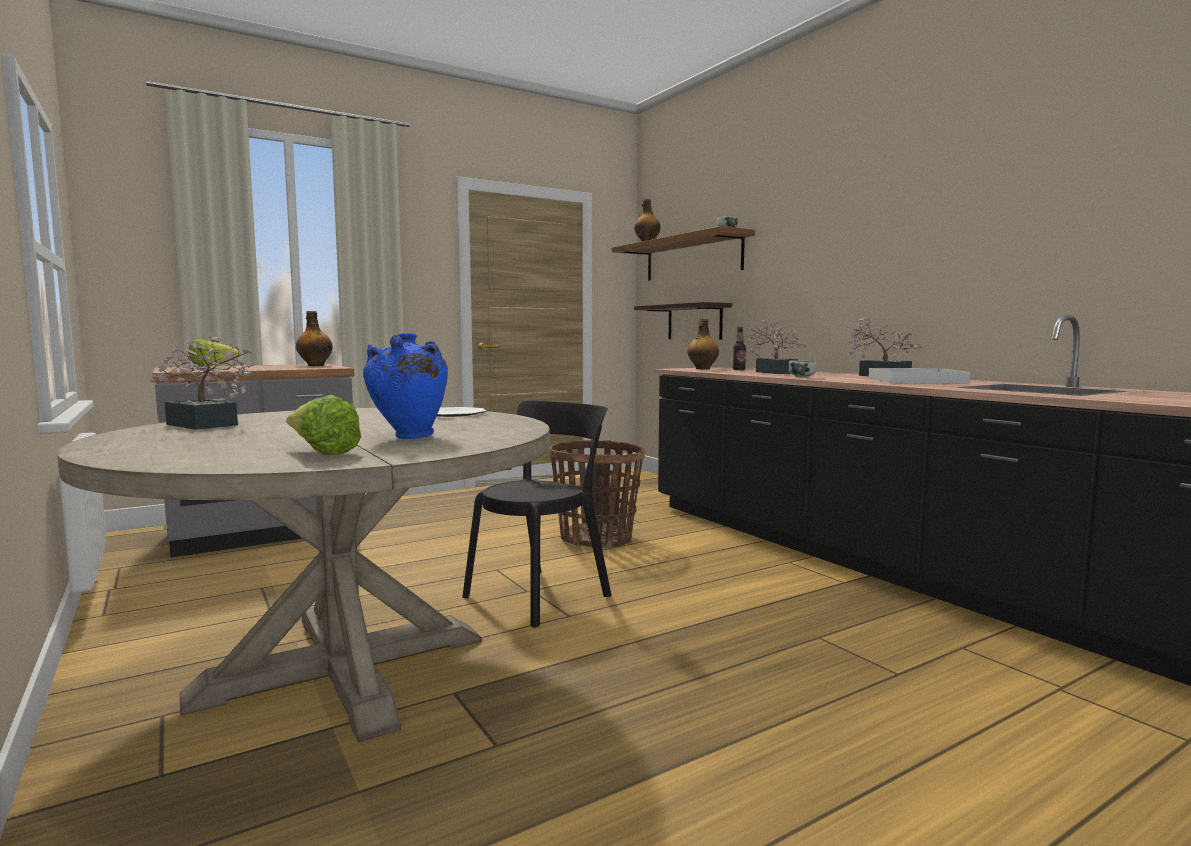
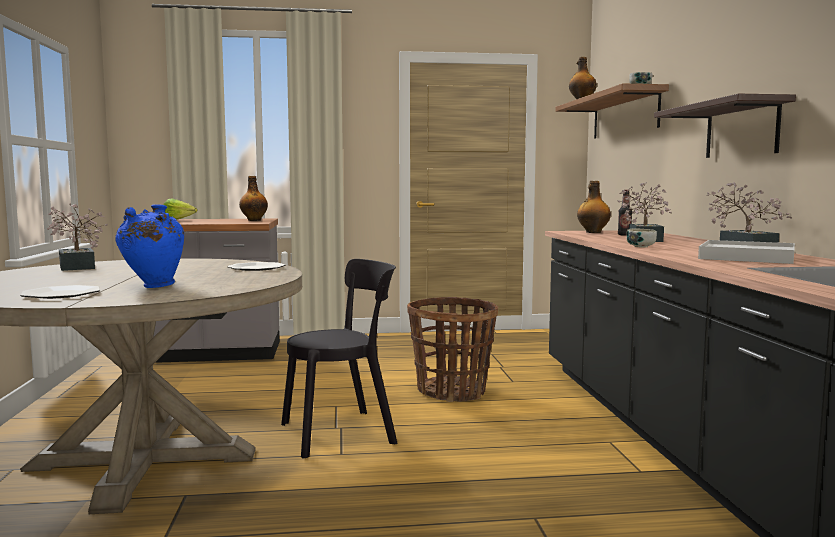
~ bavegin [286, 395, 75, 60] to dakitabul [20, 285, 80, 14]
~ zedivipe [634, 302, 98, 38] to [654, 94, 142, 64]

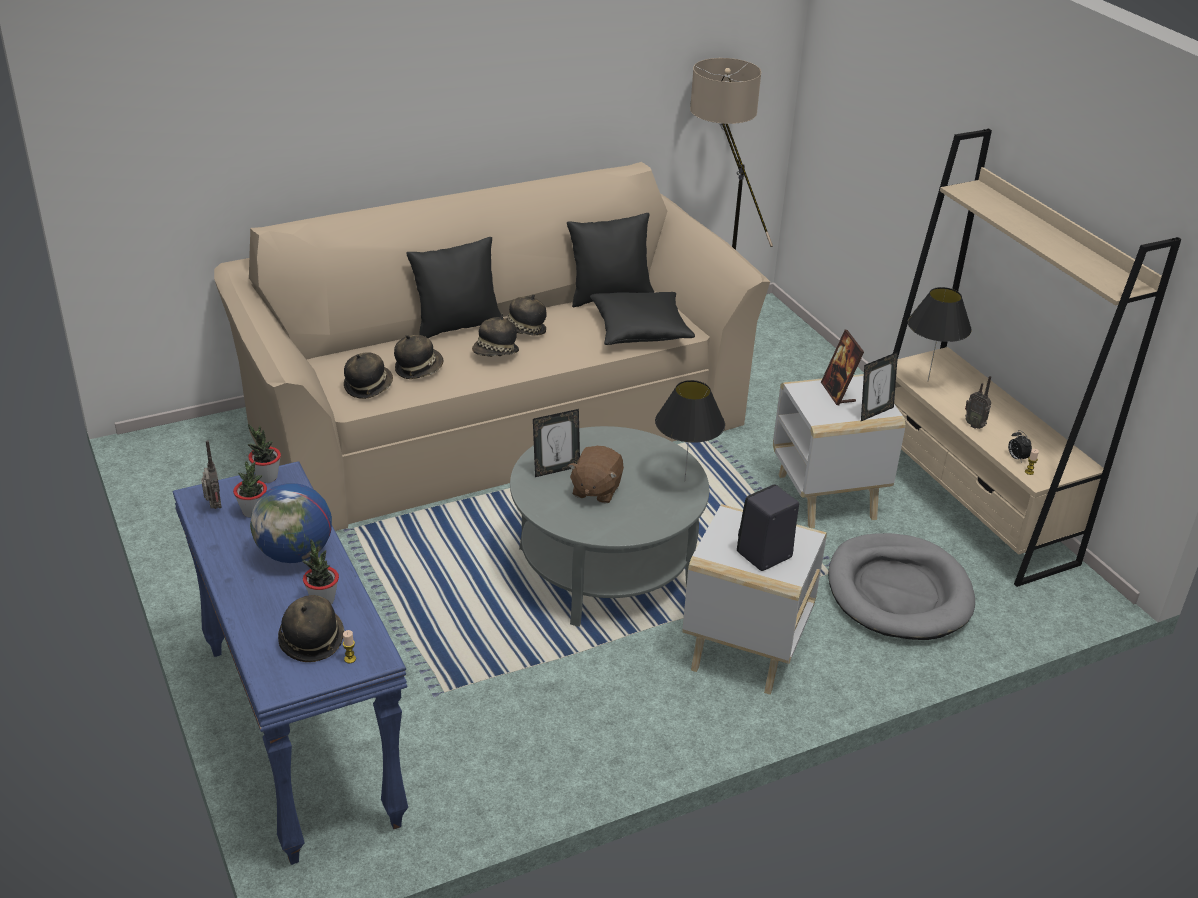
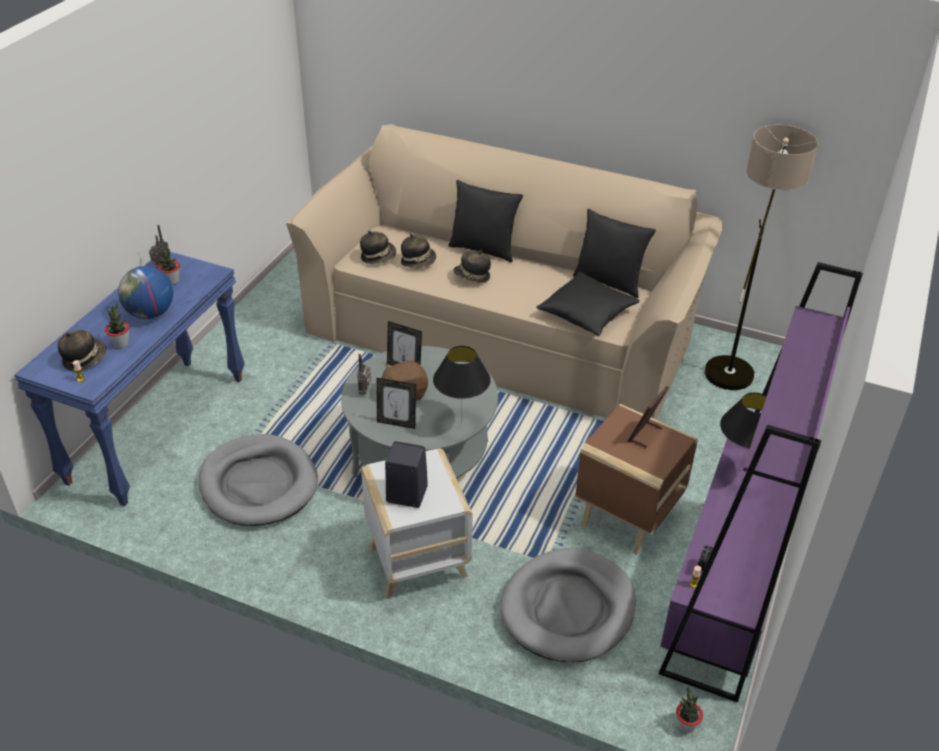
+ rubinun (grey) [199, 434, 119, 92]
~ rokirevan [965, 376, 27, 53] to [357, 354, 14, 41]
~ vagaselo [861, 352, 37, 69] to [376, 378, 40, 51]
~ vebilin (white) [773, 374, 133, 154] to vebilin (brown) [575, 404, 123, 151]
~ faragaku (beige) [893, 129, 288, 458] to faragaku (purple) [659, 262, 204, 440]
~ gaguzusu [248, 424, 33, 59] to [676, 686, 27, 47]
- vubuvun [506, 294, 41, 42]

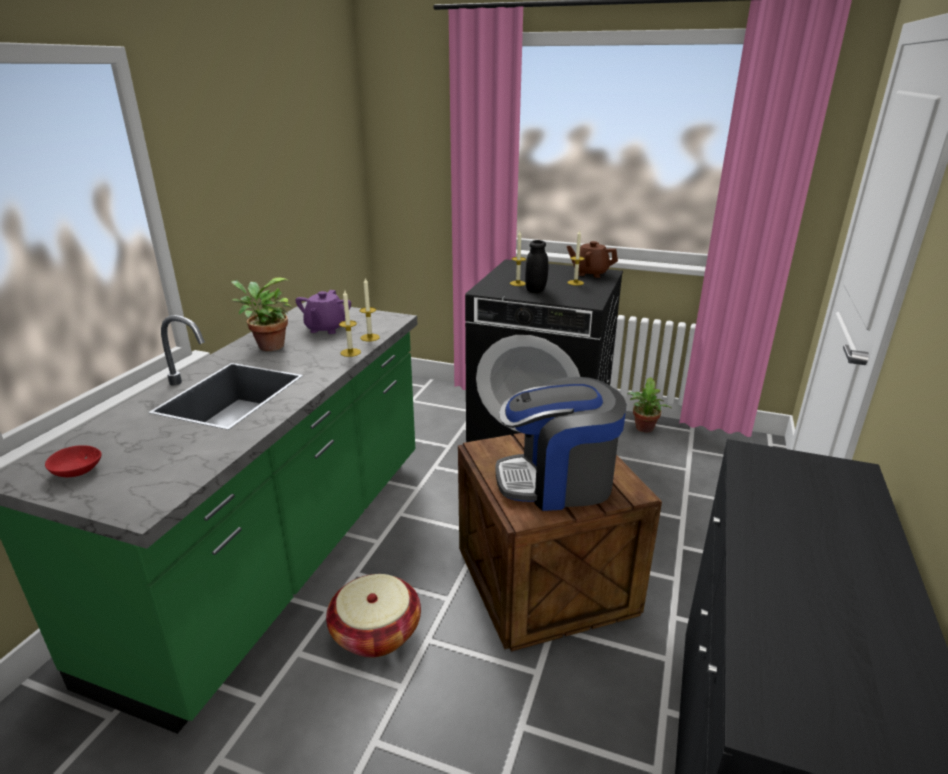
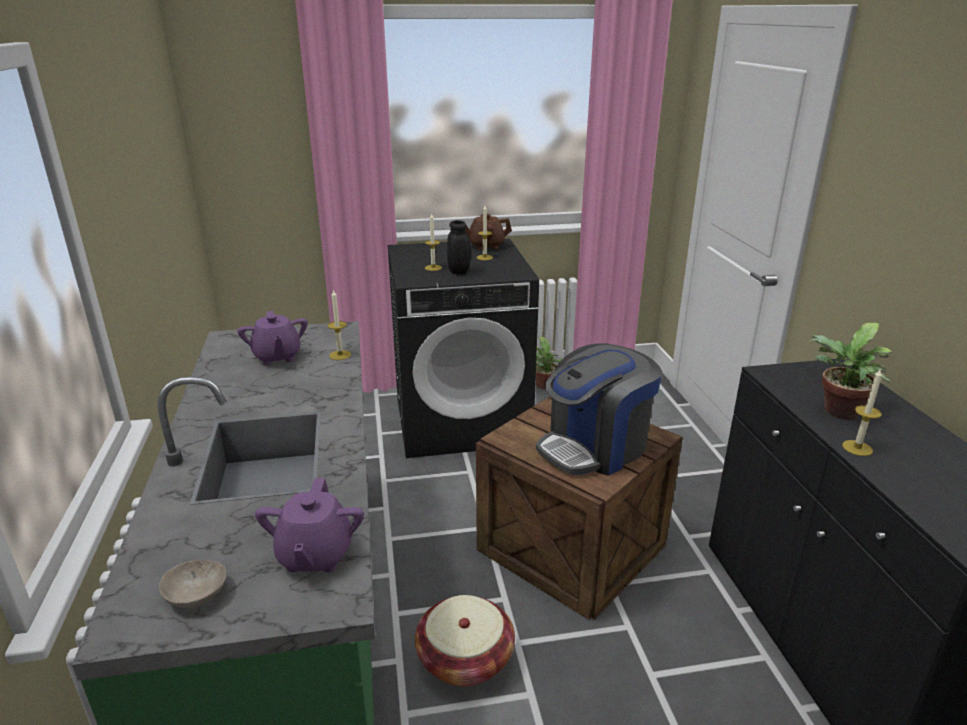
~ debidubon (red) [45, 445, 57, 32] to debidubon (beige) [159, 560, 67, 48]
+ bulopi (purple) [255, 478, 109, 94]
~ gaguzusu [231, 277, 61, 74] to [809, 323, 83, 97]
~ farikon [339, 289, 22, 68] to [842, 368, 40, 88]

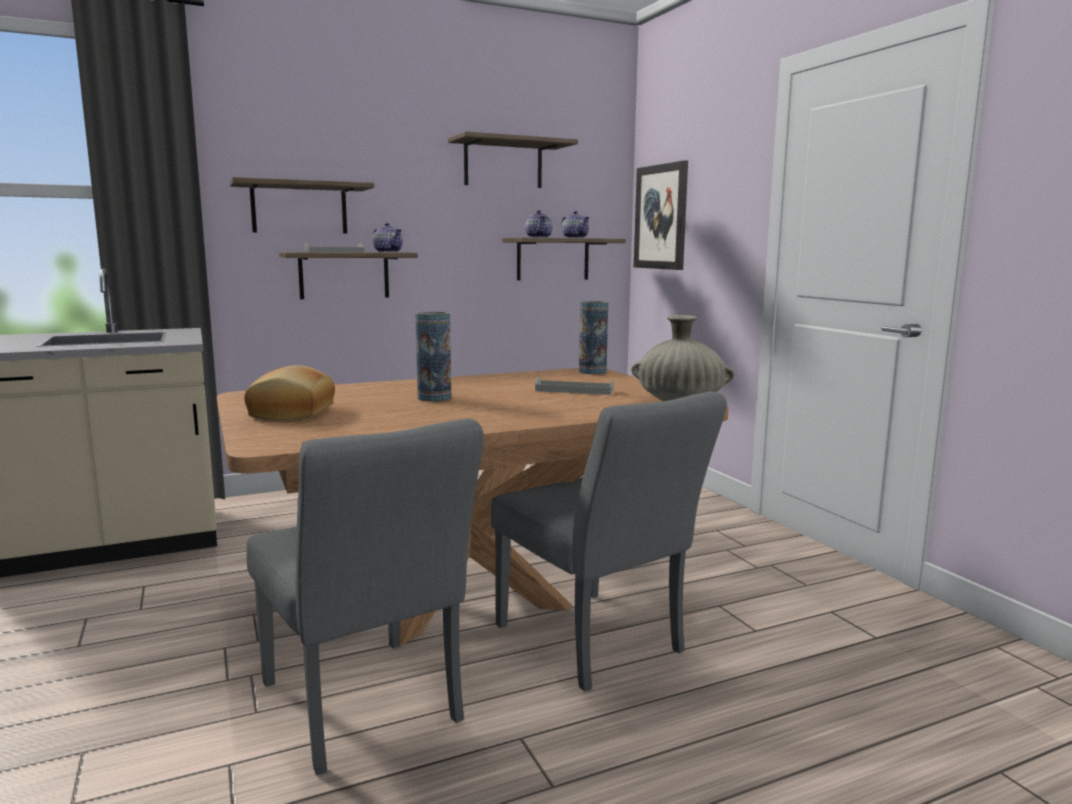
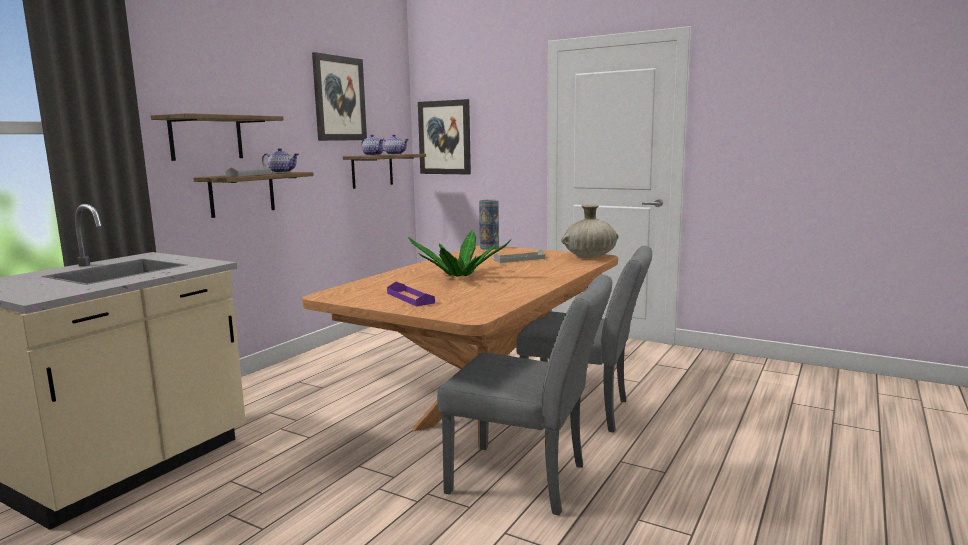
~ zedivipe [448, 131, 130, 57] to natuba [312, 52, 55, 89]
~ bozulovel [244, 365, 91, 56] to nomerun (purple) [387, 282, 48, 25]
~ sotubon [416, 312, 35, 89] to gaguzusu [408, 230, 104, 47]

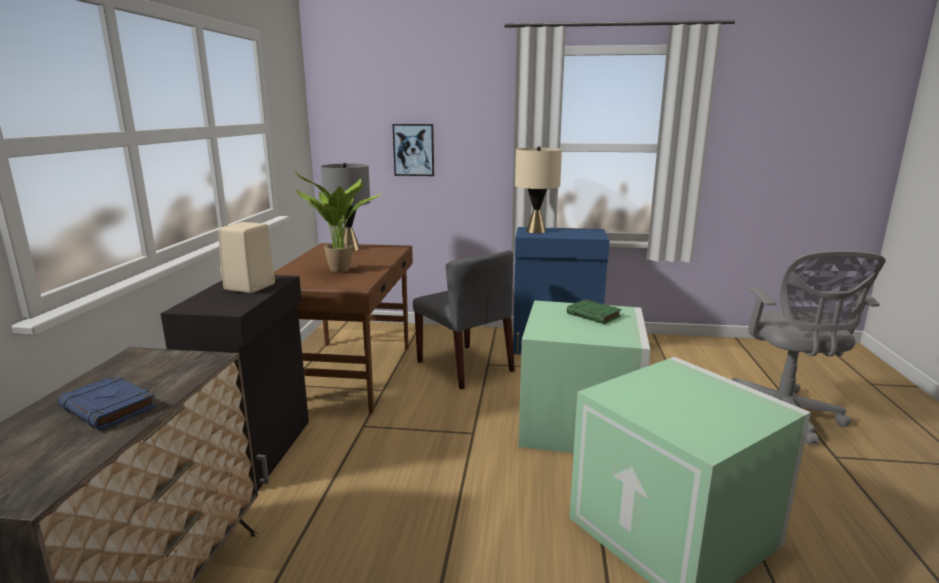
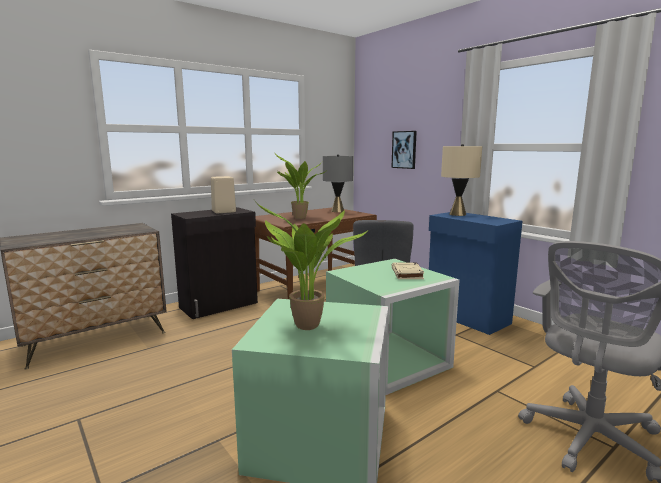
+ gaguzusu [255, 201, 113, 129]
~ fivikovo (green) [567, 300, 55, 24] to fivikovo (beige) [391, 263, 33, 16]
- fivikovo (blue) [58, 376, 98, 54]

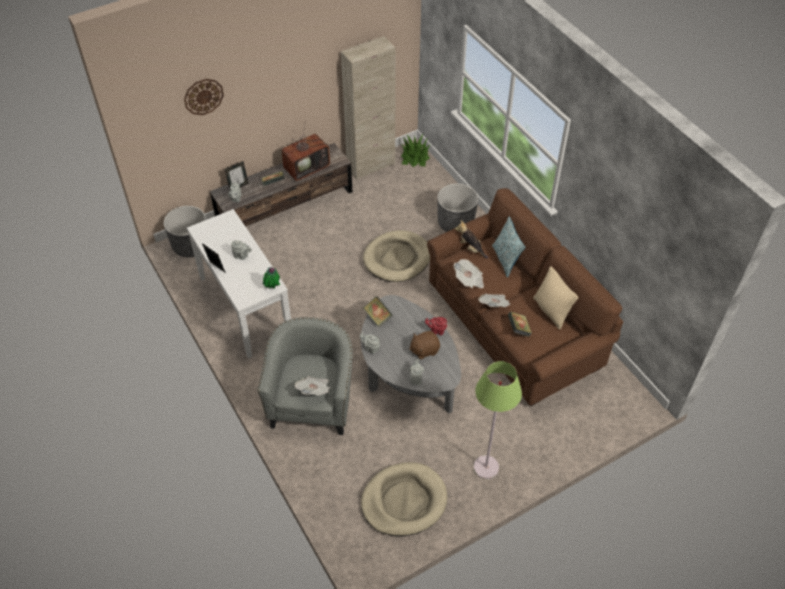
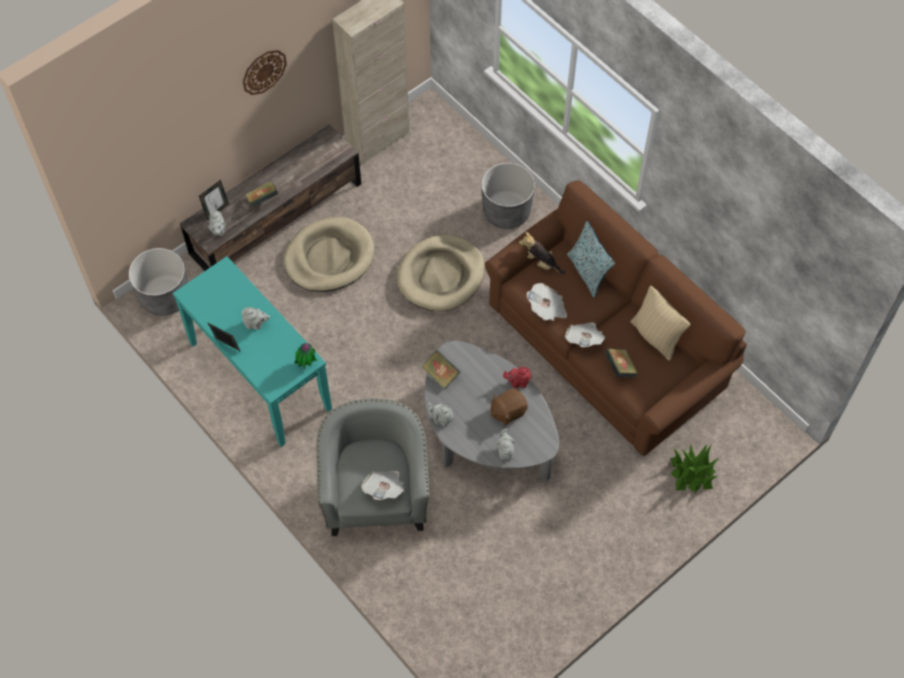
~ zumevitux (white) [187, 209, 104, 150] to zumevitux (turquoise) [173, 256, 159, 191]
~ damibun [184, 79, 40, 36] to [243, 50, 44, 45]
~ rubinun (beige) [361, 462, 86, 74] to [284, 217, 90, 75]
~ gaguzusu [401, 134, 29, 33] to [670, 443, 49, 50]
- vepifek [281, 120, 49, 61]
- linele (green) [473, 361, 49, 118]

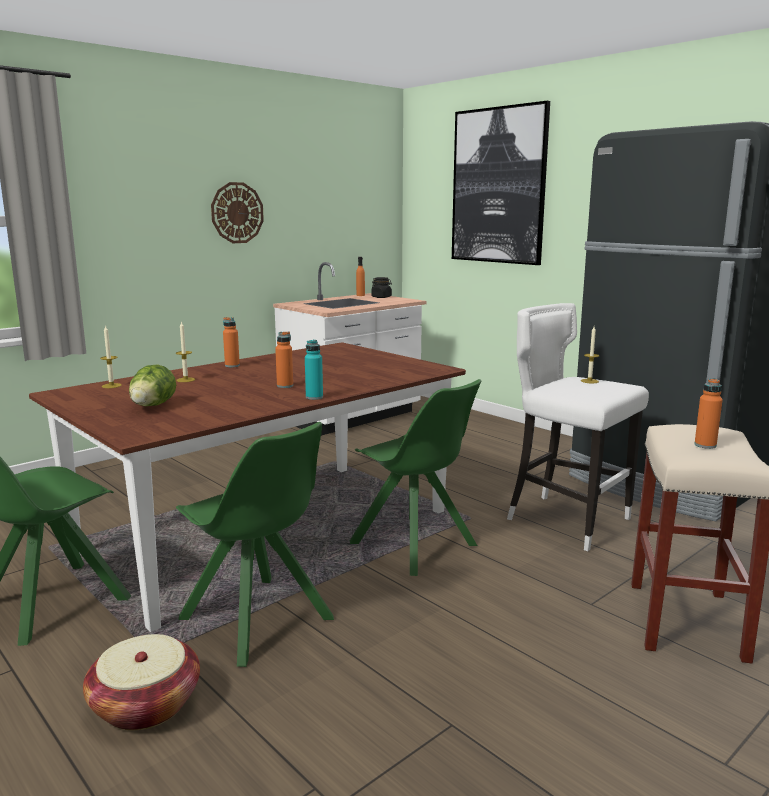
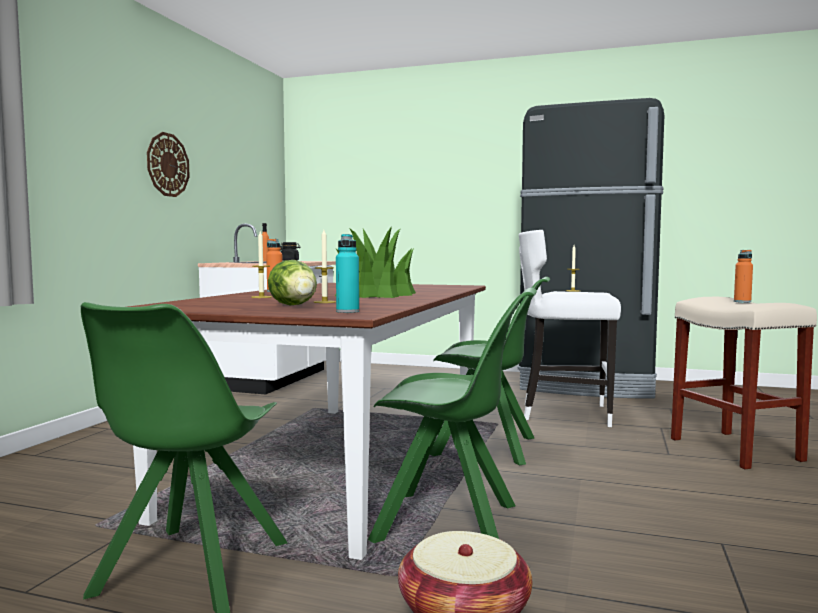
~ farikon [100, 325, 22, 63] to [314, 230, 22, 73]
~ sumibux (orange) [275, 332, 18, 56] to gaguzusu [335, 226, 81, 72]
~ sumibux (turquoise) [305, 340, 18, 60] to [336, 234, 23, 79]
- natuba [452, 101, 98, 164]

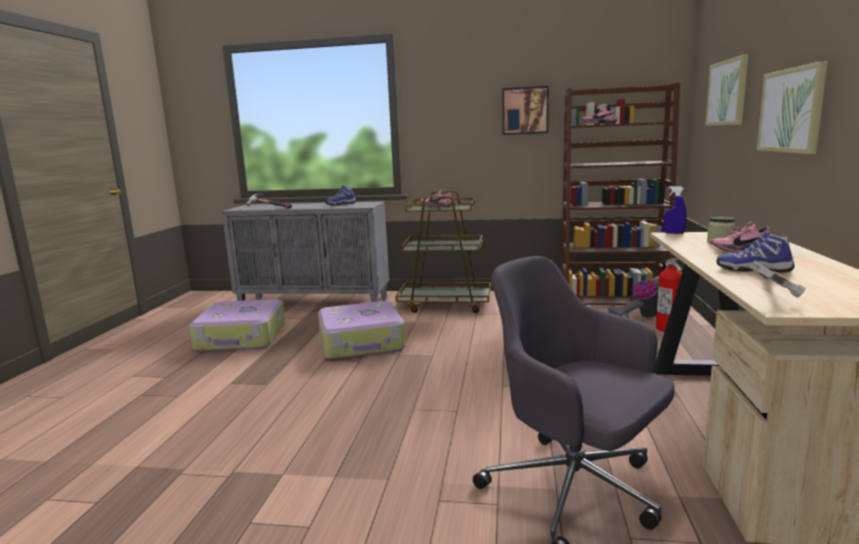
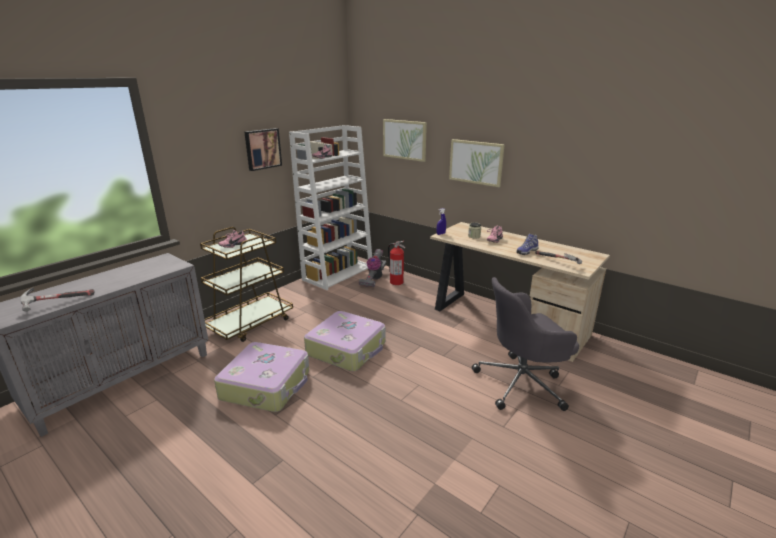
~ faragaku (brown) [561, 82, 119, 223] to faragaku (white) [289, 125, 83, 165]
~ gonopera [189, 299, 96, 52] to [304, 311, 81, 60]
- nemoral [325, 185, 31, 21]

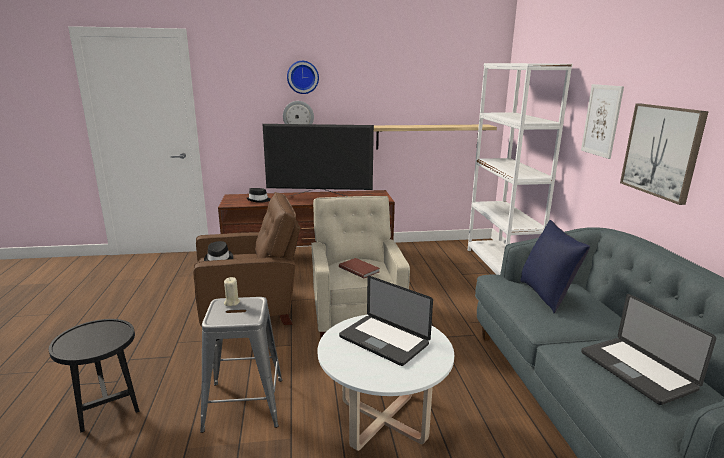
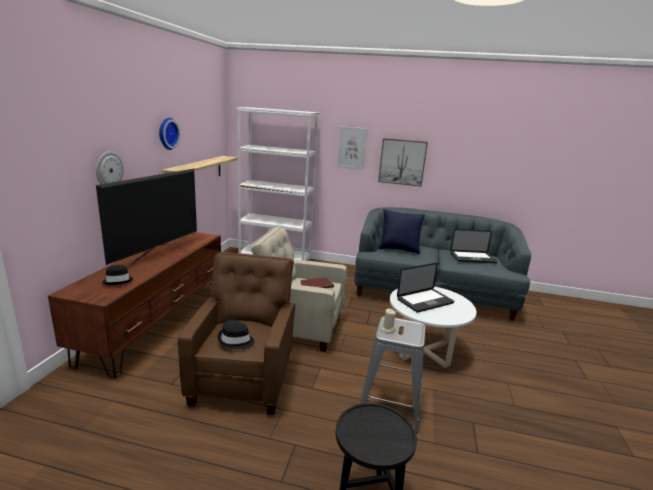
~ damibun [287, 61, 32, 33] to [159, 118, 21, 32]

